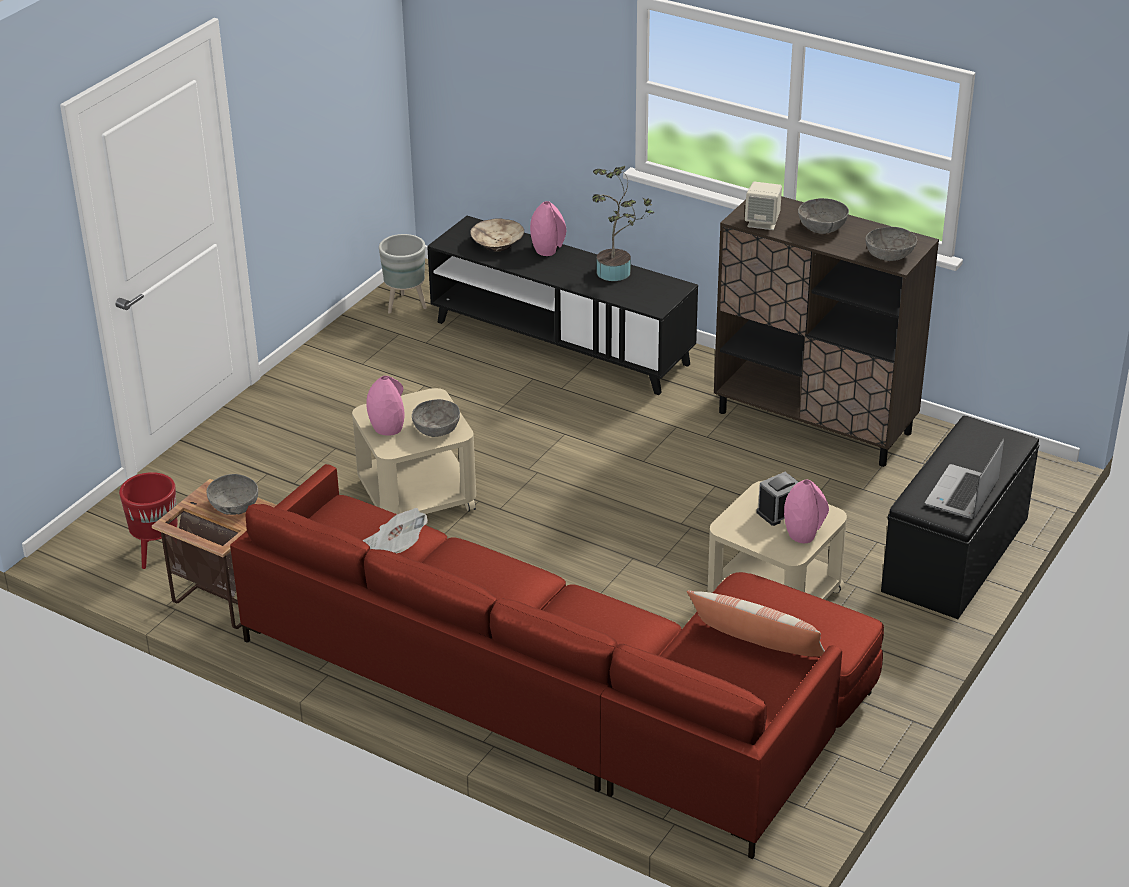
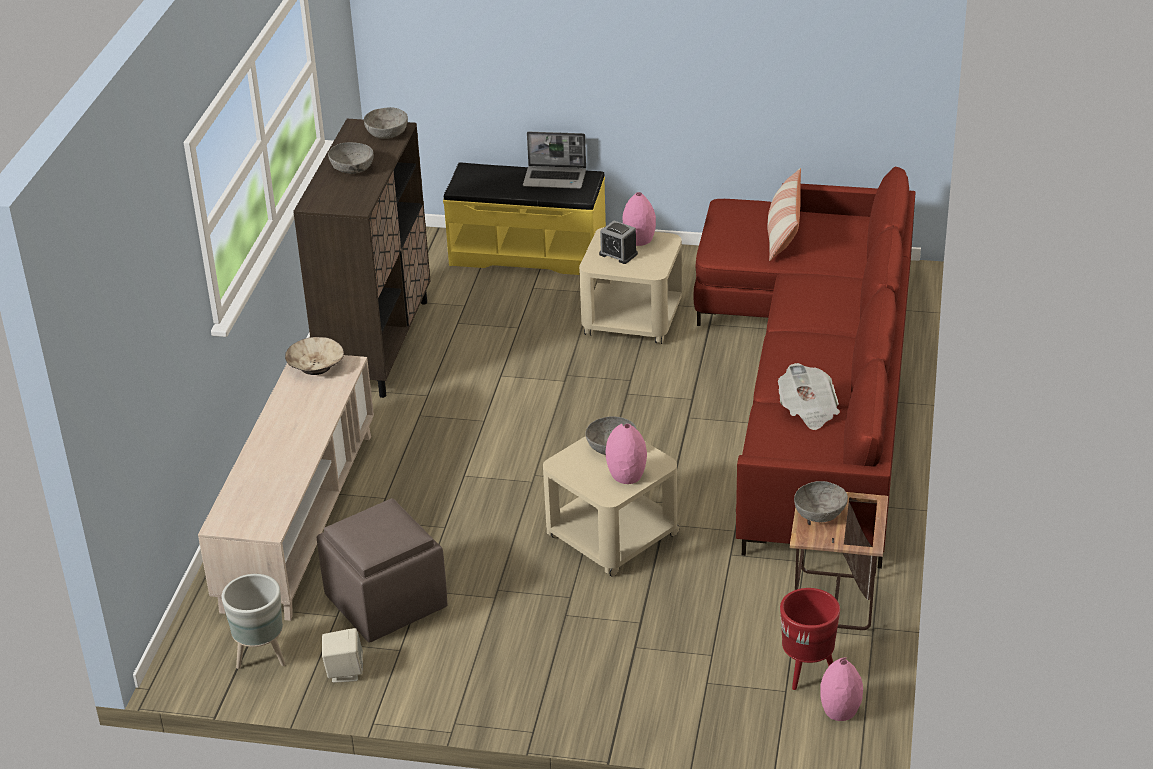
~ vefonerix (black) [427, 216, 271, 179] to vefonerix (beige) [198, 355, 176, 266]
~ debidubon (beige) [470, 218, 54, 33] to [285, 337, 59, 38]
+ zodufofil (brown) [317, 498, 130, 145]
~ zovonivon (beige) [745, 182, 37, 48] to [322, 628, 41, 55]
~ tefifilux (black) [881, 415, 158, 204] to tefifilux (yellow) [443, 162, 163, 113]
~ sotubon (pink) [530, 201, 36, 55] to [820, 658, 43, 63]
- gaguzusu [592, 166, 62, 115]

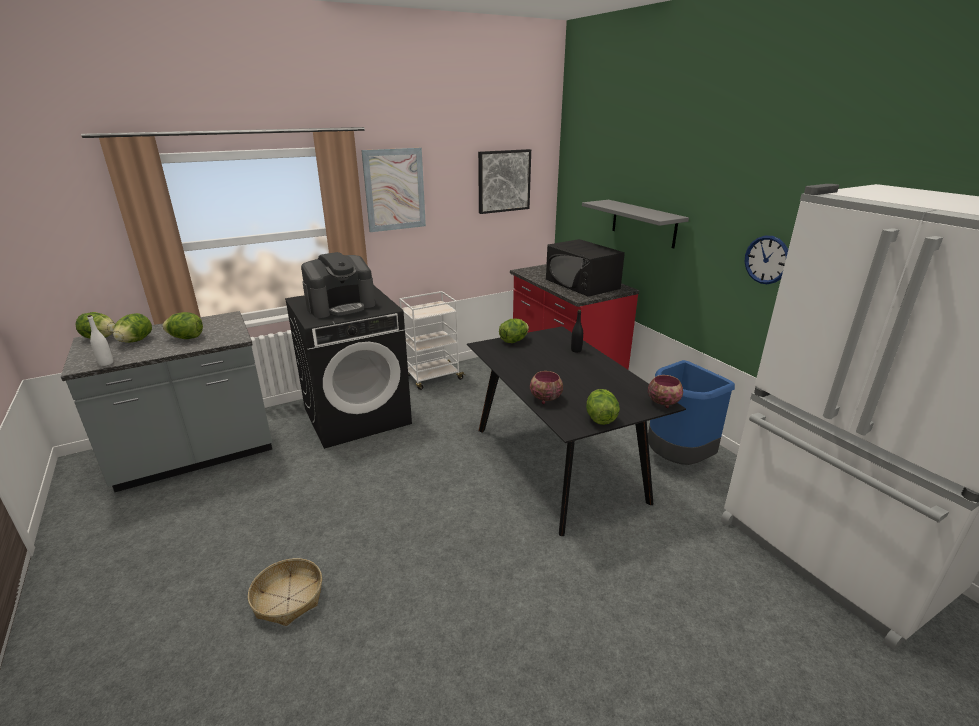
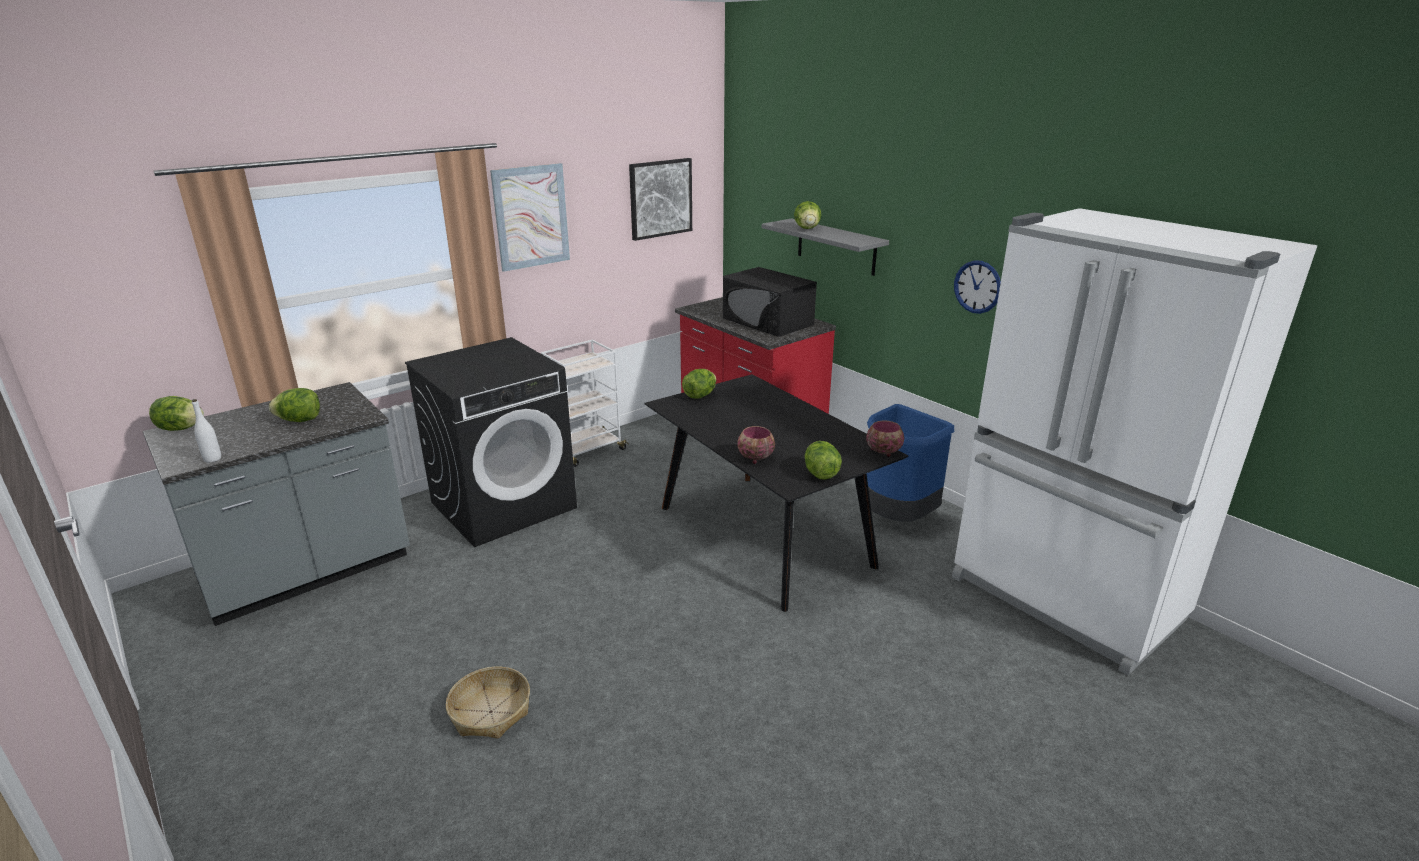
~ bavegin [113, 313, 39, 30] to [794, 201, 27, 28]
- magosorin [301, 252, 74, 66]
- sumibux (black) [571, 310, 12, 42]

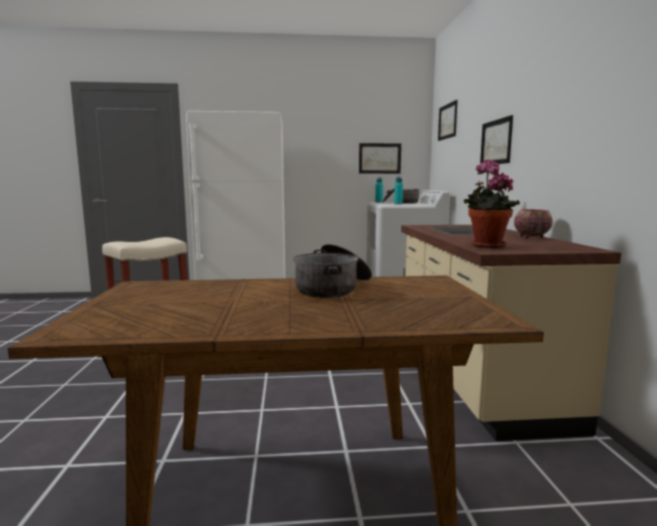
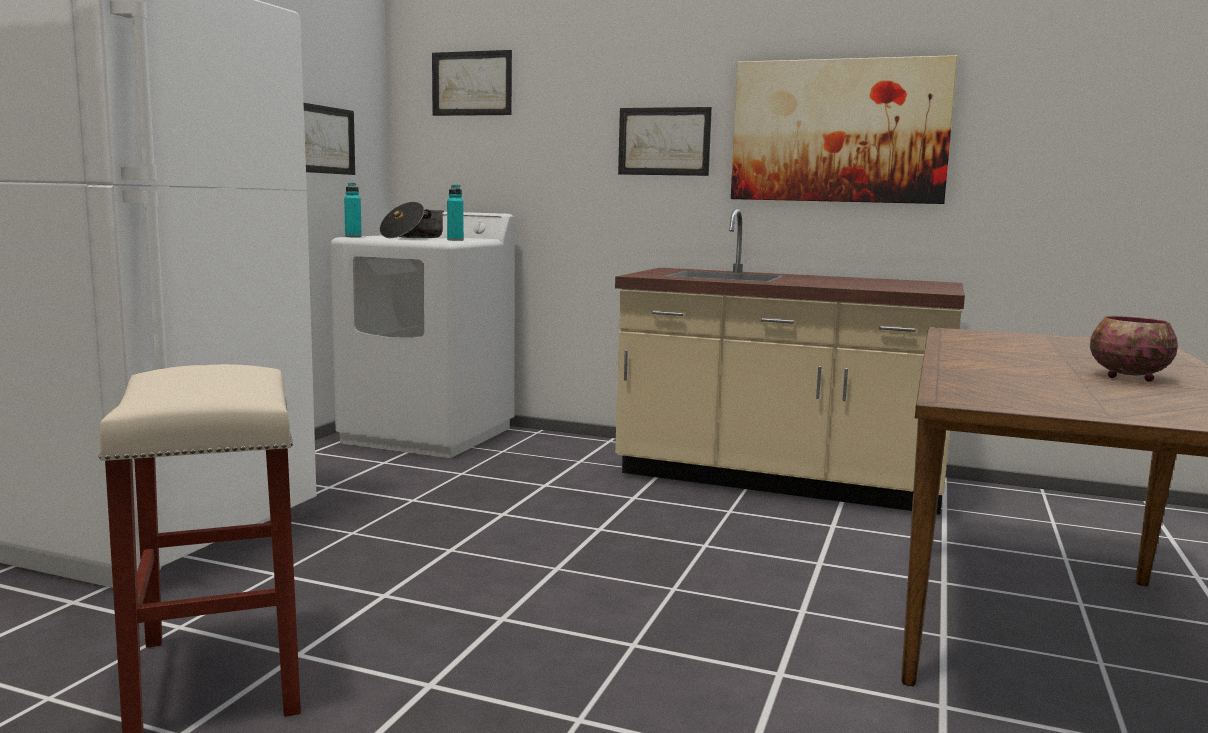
+ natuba [731, 55, 227, 149]
~ debidubon [514, 209, 39, 29] to [1090, 316, 88, 66]
- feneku [293, 244, 79, 54]
- gaguzusu [464, 159, 56, 89]

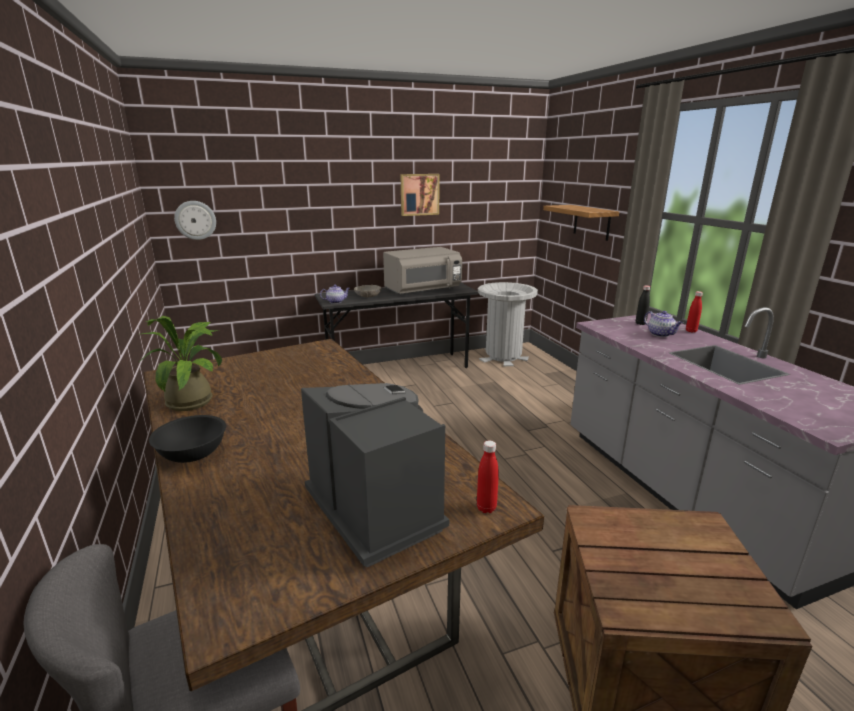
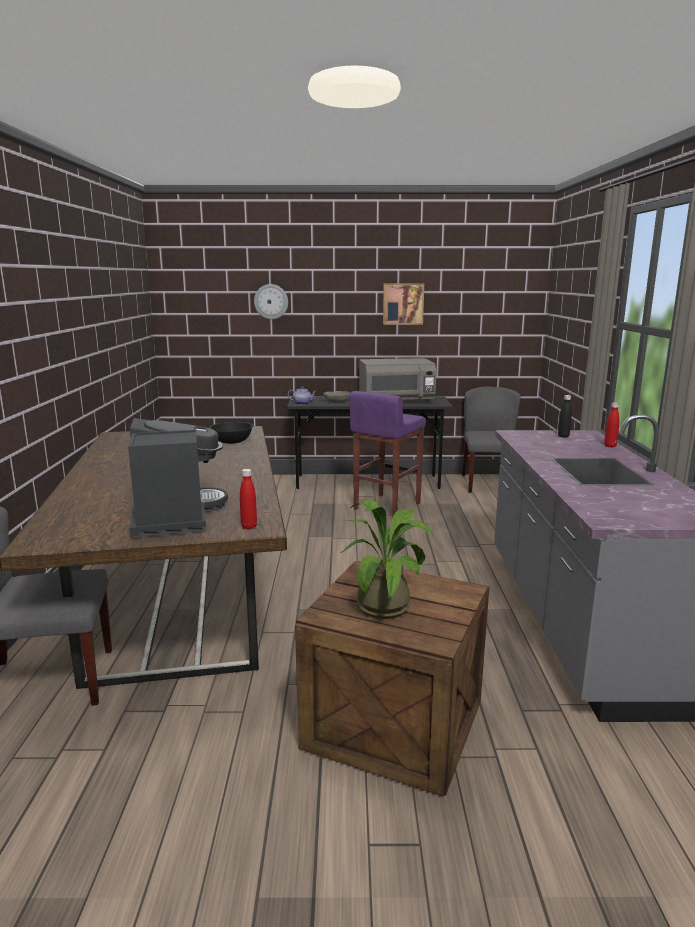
~ debidubon (black) [149, 415, 77, 48] to [209, 422, 44, 22]
~ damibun [174, 201, 42, 39] to [254, 284, 34, 35]
~ gaguzusu [139, 316, 83, 95] to [341, 499, 92, 120]
+ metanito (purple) [349, 391, 77, 127]
~ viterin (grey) [478, 282, 60, 84] to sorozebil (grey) [462, 386, 59, 107]
- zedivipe [543, 205, 76, 36]
- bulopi [644, 311, 39, 26]

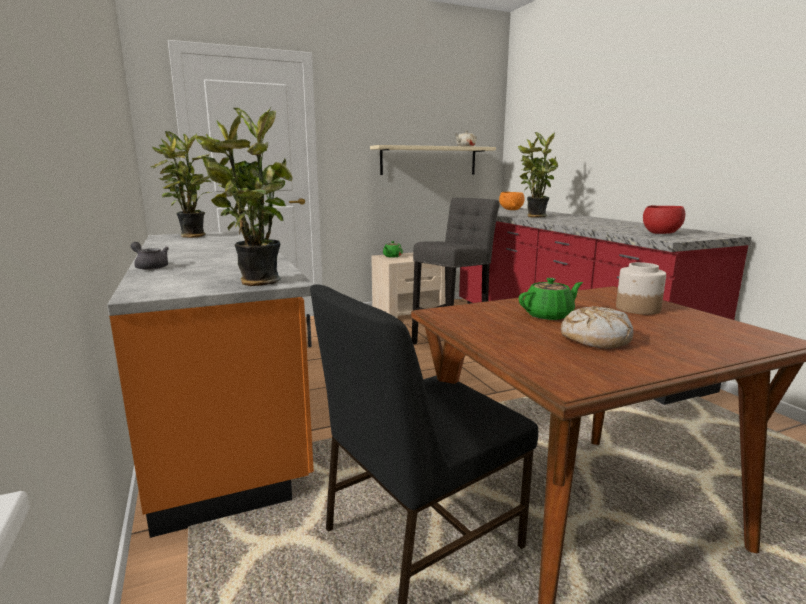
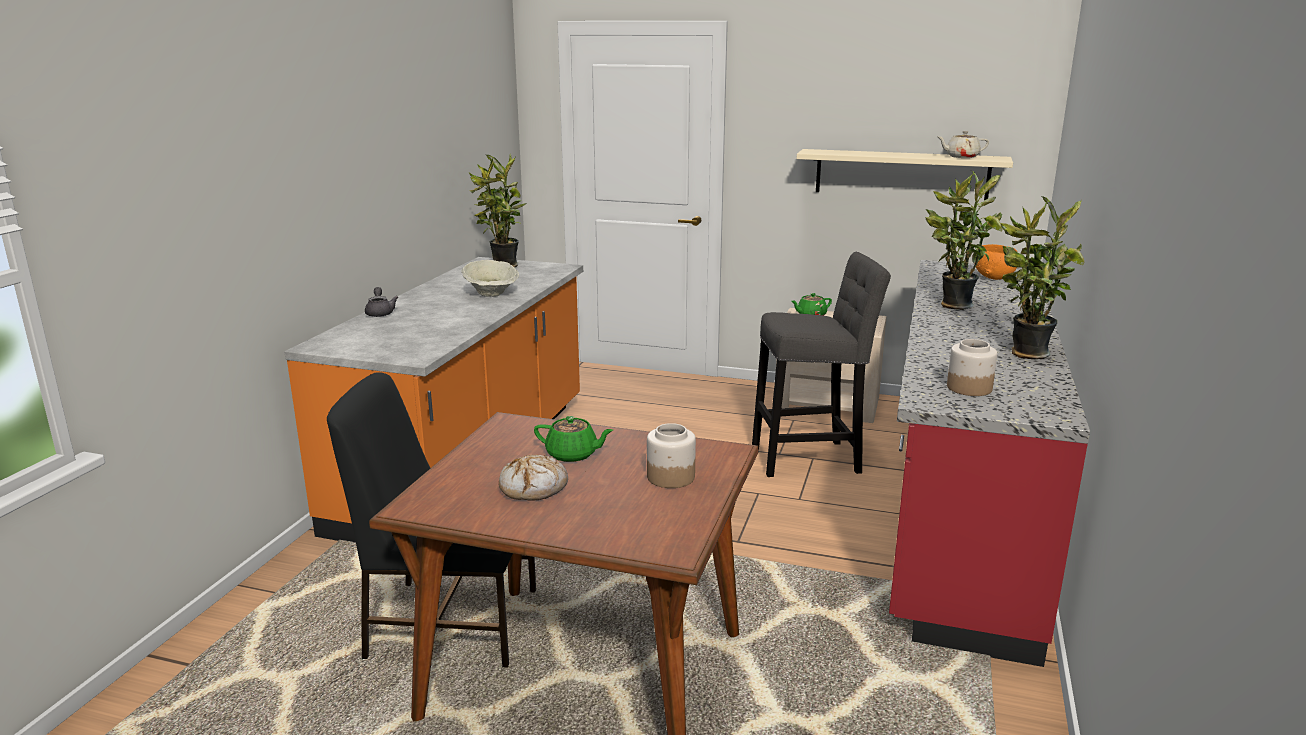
+ debidubon (beige) [461, 260, 58, 37]
~ debidubon (red) [643, 205, 42, 29] to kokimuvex [947, 339, 50, 57]
~ gaguzusu [194, 108, 98, 178] to [1001, 196, 83, 163]

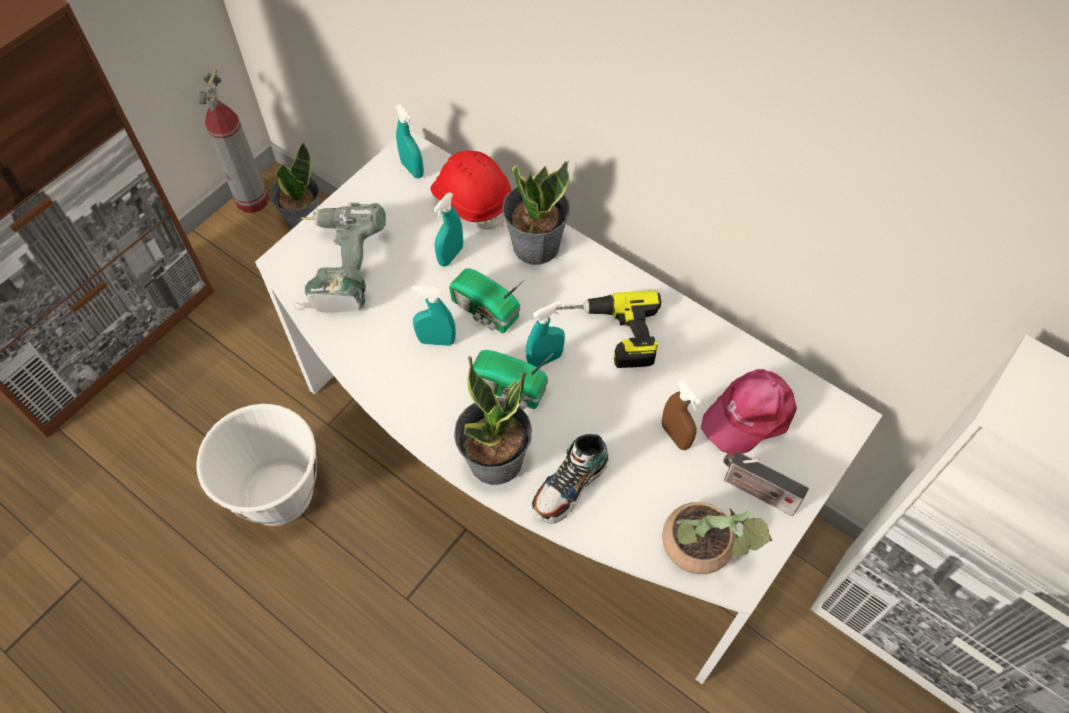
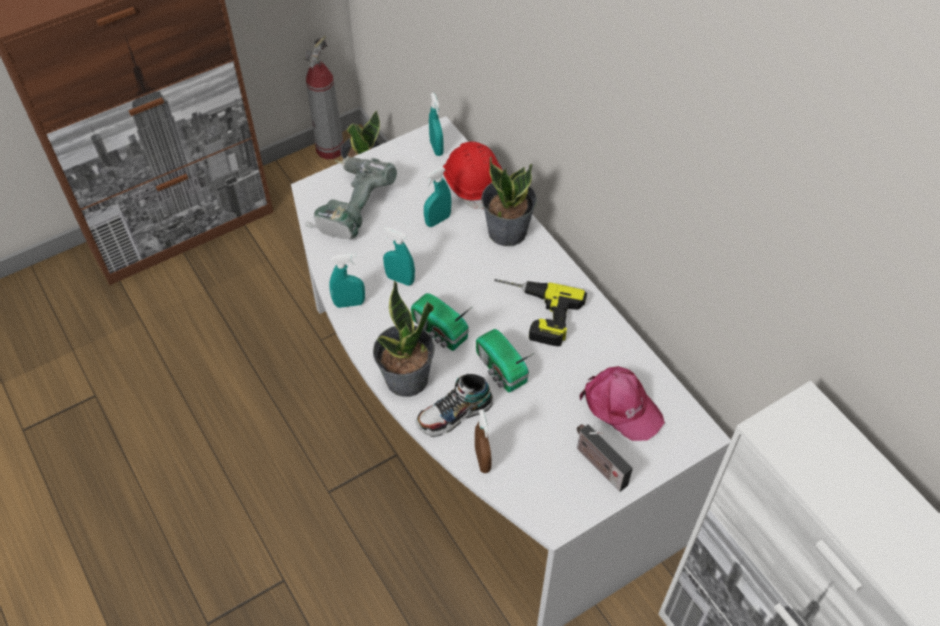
~ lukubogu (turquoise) [526, 301, 39, 66] to [329, 254, 36, 54]
~ lukubogu (brown) [662, 380, 39, 70] to [475, 409, 17, 64]
~ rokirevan [449, 268, 75, 65] to [476, 329, 58, 63]
~ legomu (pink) [701, 369, 96, 86] = [580, 366, 85, 75] 120 degrees counterclockwise
- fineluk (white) [196, 404, 121, 122]
- gaguzusu [662, 502, 110, 72]

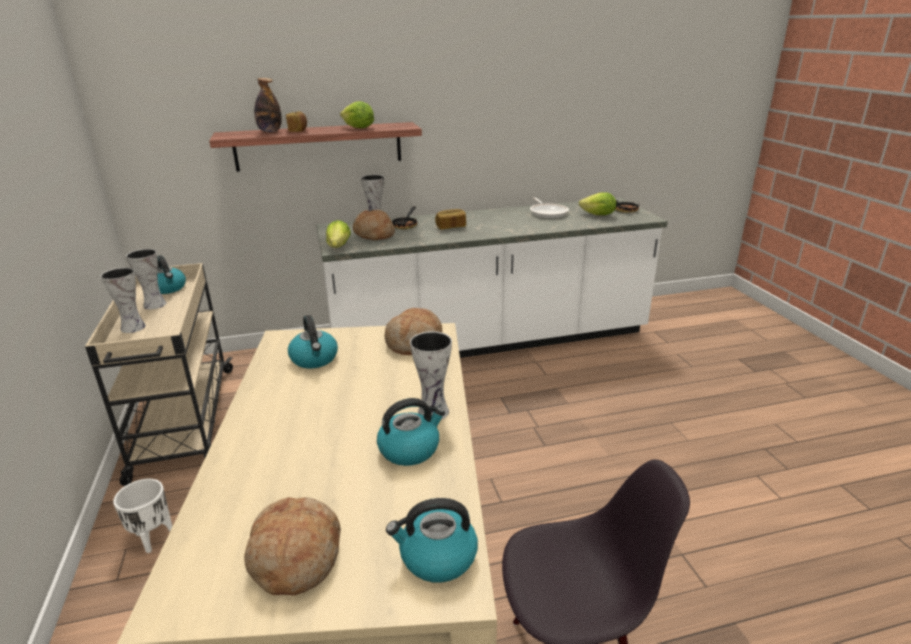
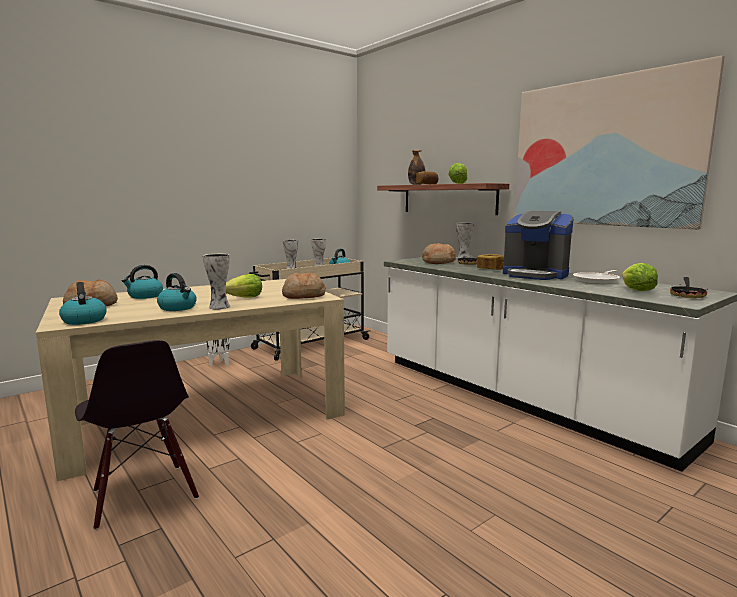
~ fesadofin [288, 315, 50, 53] to [122, 265, 41, 34]
~ bavegin [326, 220, 25, 28] to [226, 274, 36, 24]
+ magosorin [503, 211, 71, 69]
+ natuba [514, 56, 211, 174]

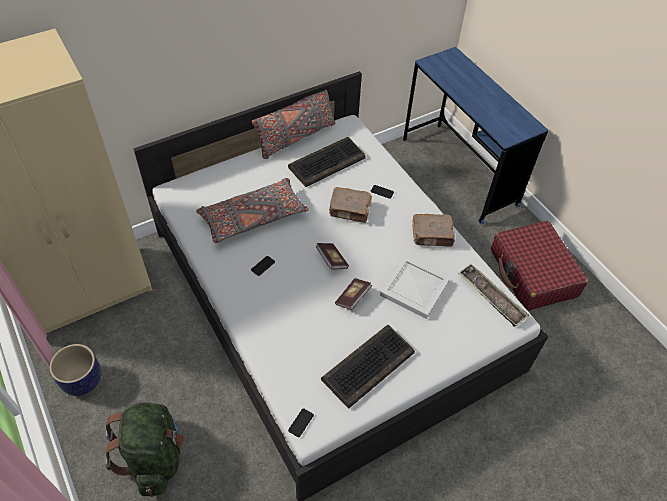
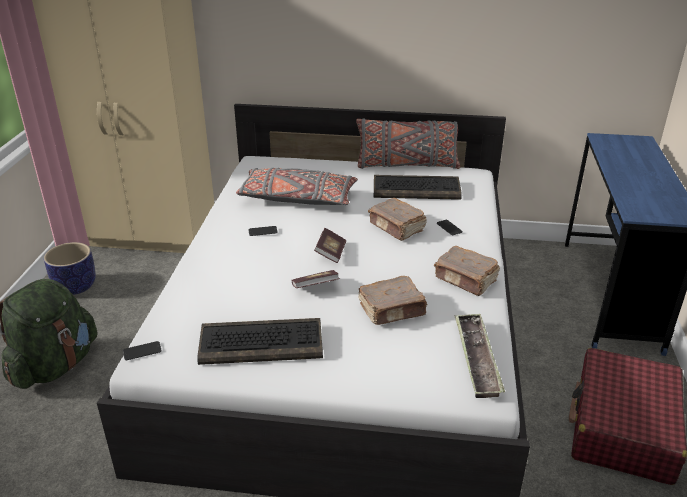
~ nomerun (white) [380, 256, 70, 63] to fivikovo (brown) [358, 276, 70, 49]

